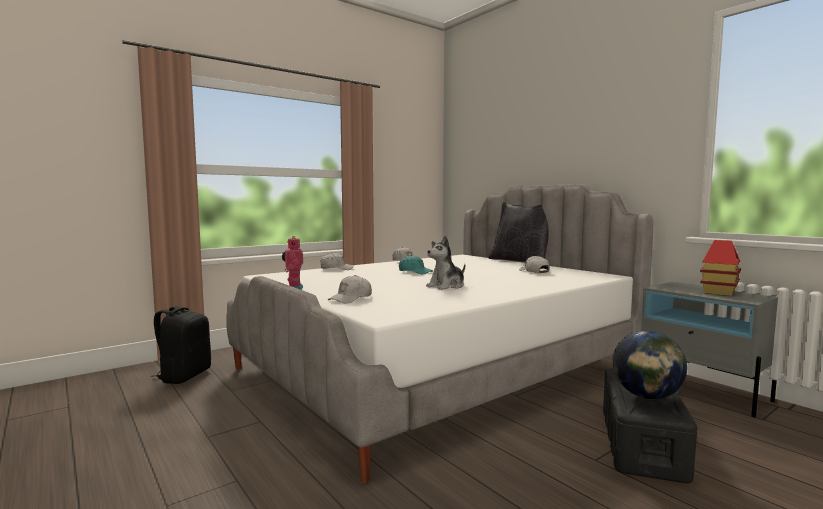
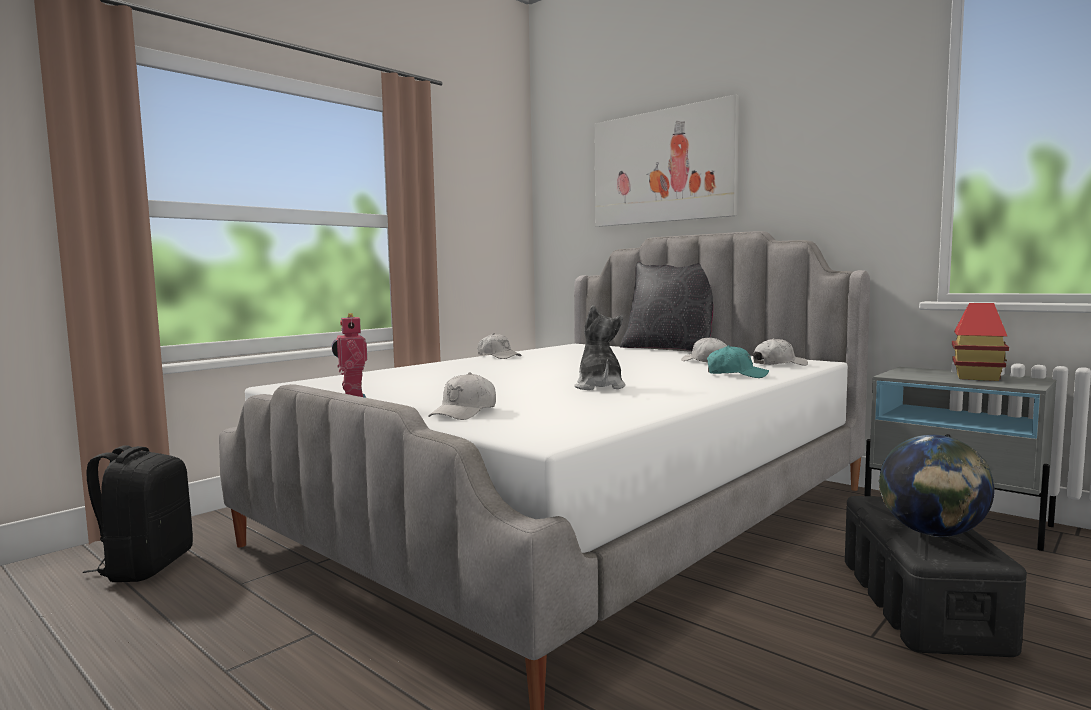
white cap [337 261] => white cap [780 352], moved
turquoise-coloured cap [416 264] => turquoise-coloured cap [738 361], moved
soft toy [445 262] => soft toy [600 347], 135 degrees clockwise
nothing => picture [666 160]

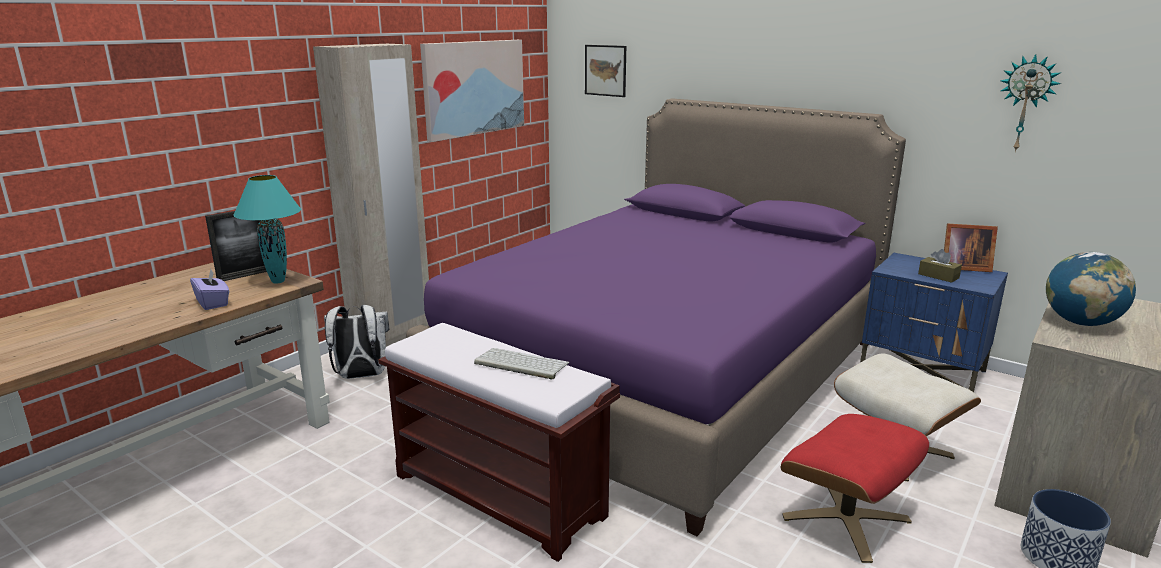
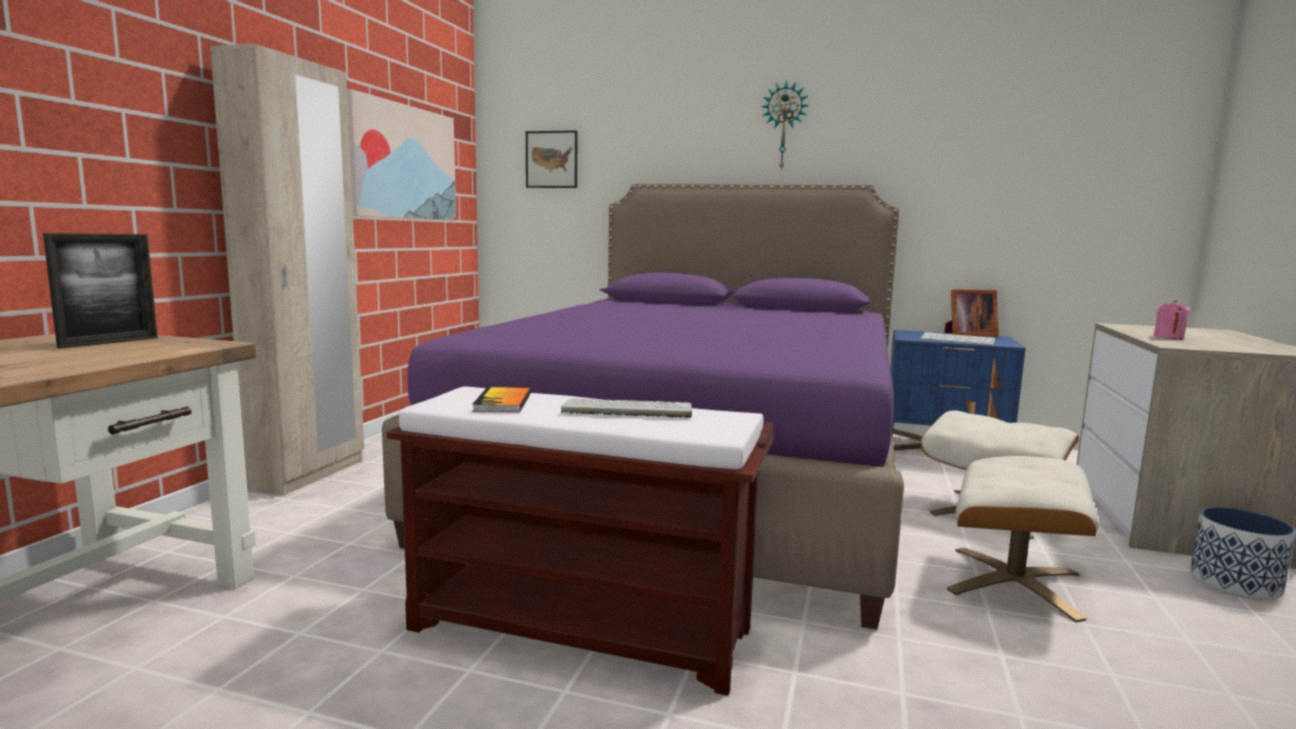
purplish tissue holder [209 289] => nothing
turquoise-coloured tabletop lamp [267 229] => nothing
white knapsack [356 342] => nothing
reddish ottoman [855 488] => sand-coloured ottoman [1023 539]
brown-coloured tissue holder [940 266] => PC keyboard [957 338]
clock on the wall [1030 103] => clock on the wall [785 125], moved
desk globe [1091 289] => pink candle [1171 319]
nothing => book [501 399]

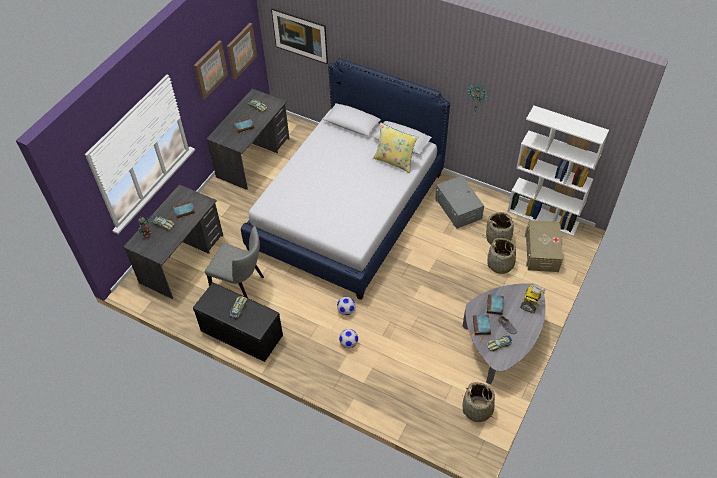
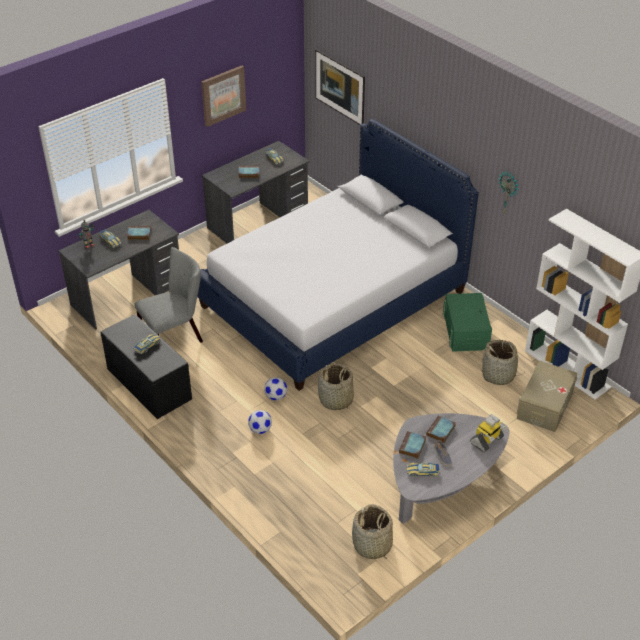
grey chair [234 262] => grey chair [168 294], 75 degrees counterclockwise
picture [242 51] => nothing
yellowish pillow [395 147] => nothing
grey storage box [459 202] => greenish storage box [467 322]
storage basket [503 256] => storage basket [336 386], moved

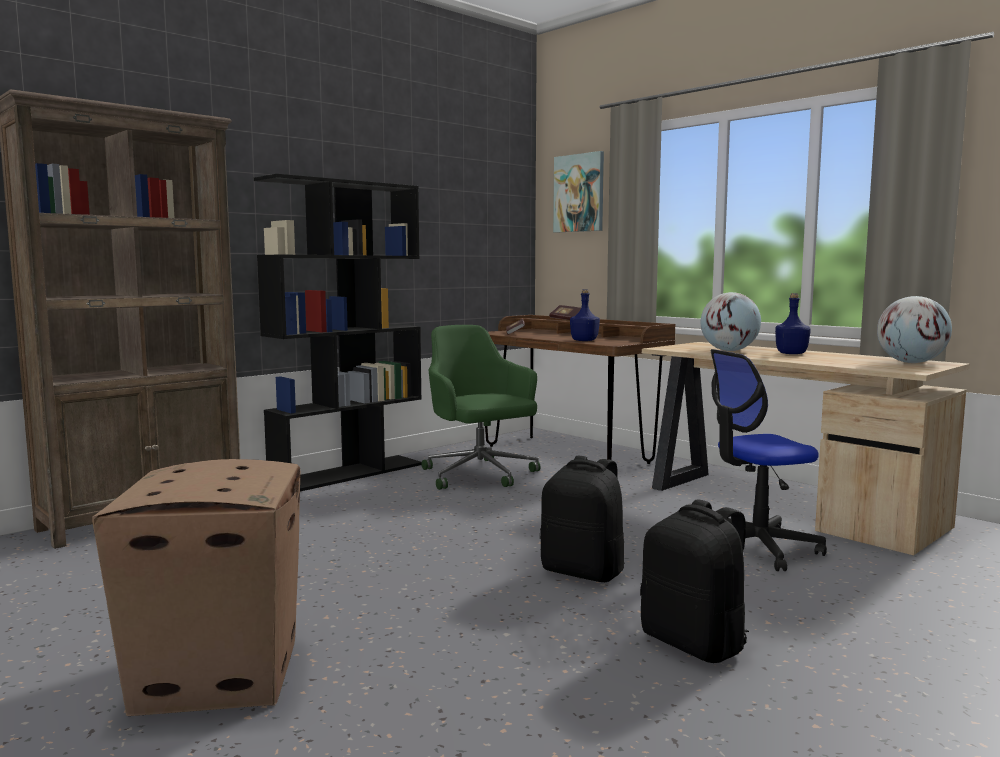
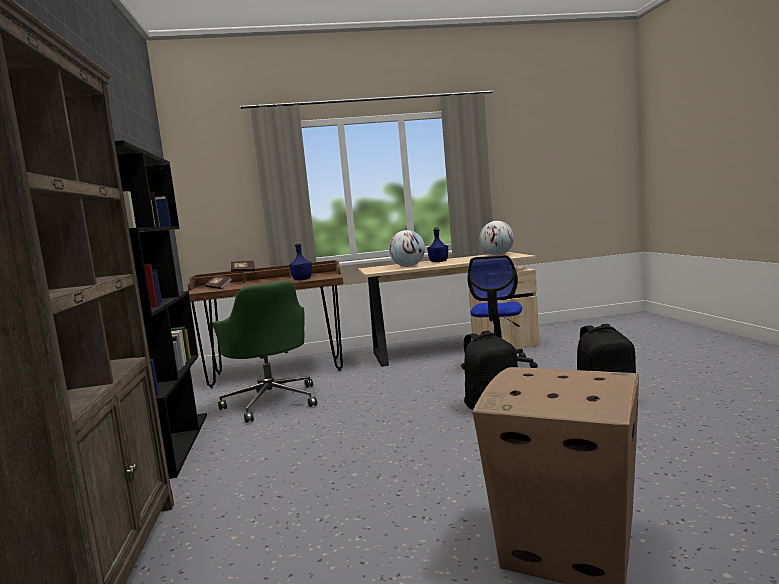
greenish computer chair [481 407] => greenish computer chair [264 352], 120 degrees counterclockwise
picture [578 191] => nothing

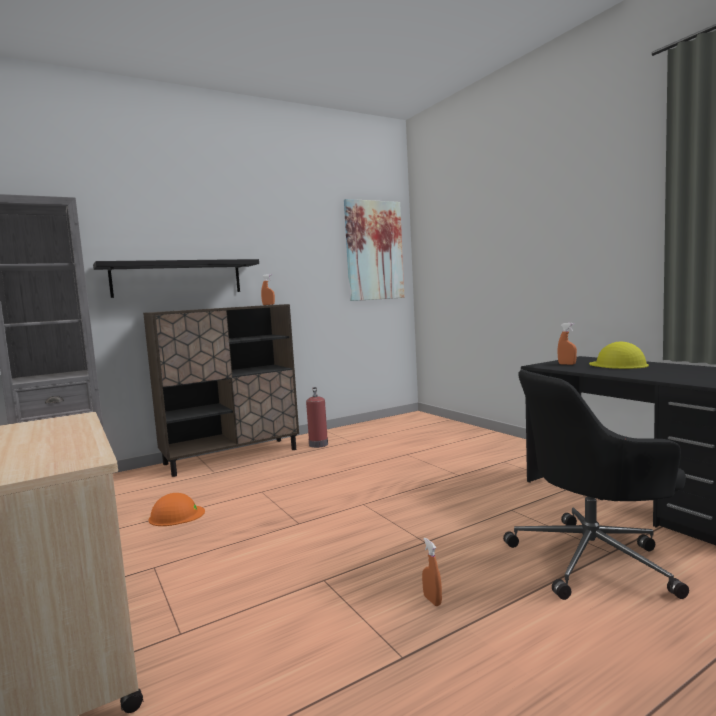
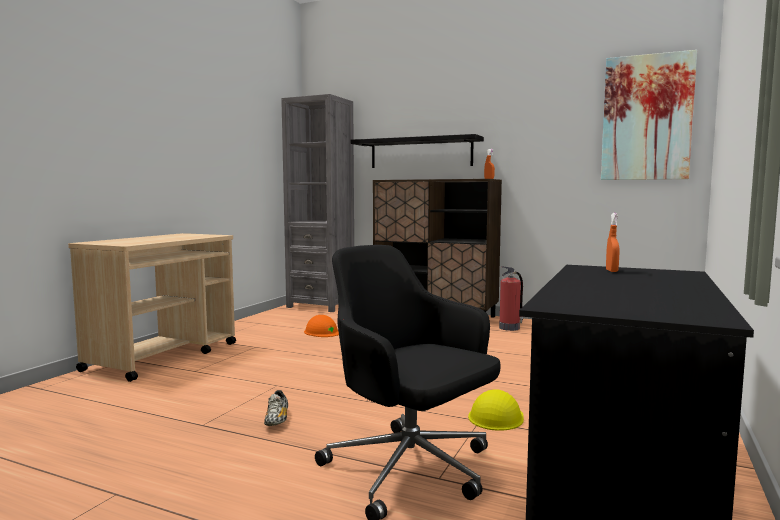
orange-coloured sprayer [432 572] => item of footwear [276 408]
yellowish work helmet [619 355] => yellowish work helmet [496 410], moved

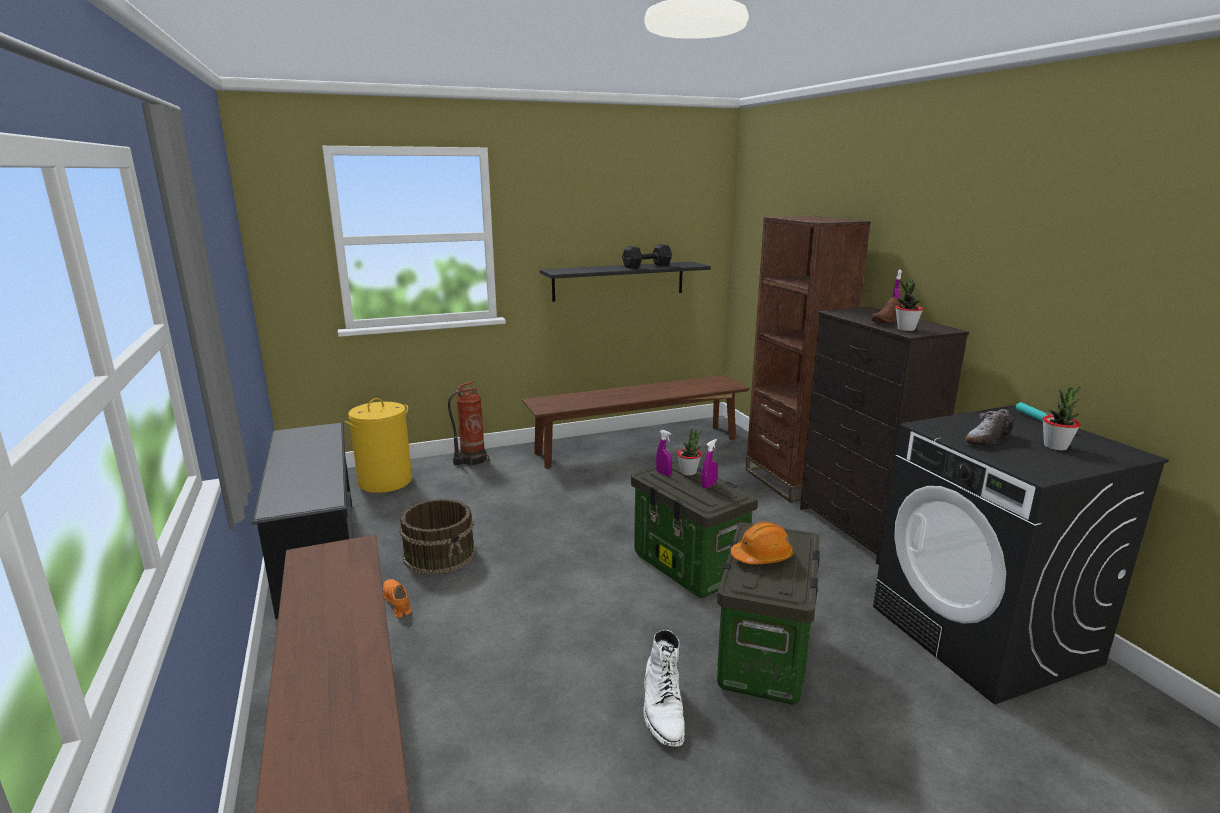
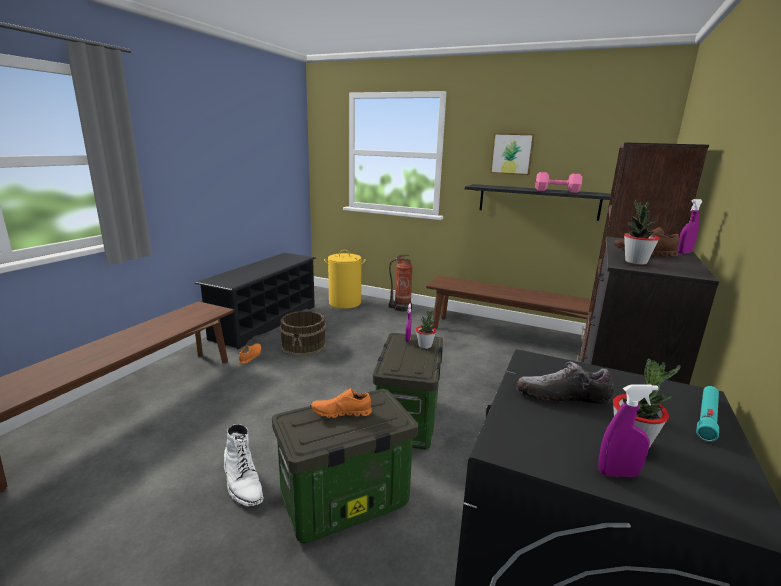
blackish free weight [647 256] => pink free weight [558 182]
white high-top boot [664 687] => white high-top boot [244 465], 75 degrees counterclockwise
purplish sprayer [710 463] => purplish sprayer [628 430], moved
orange-coloured work helmet [762 543] => orange-coloured item of footwear [341 403]
nothing => picture [512 154]

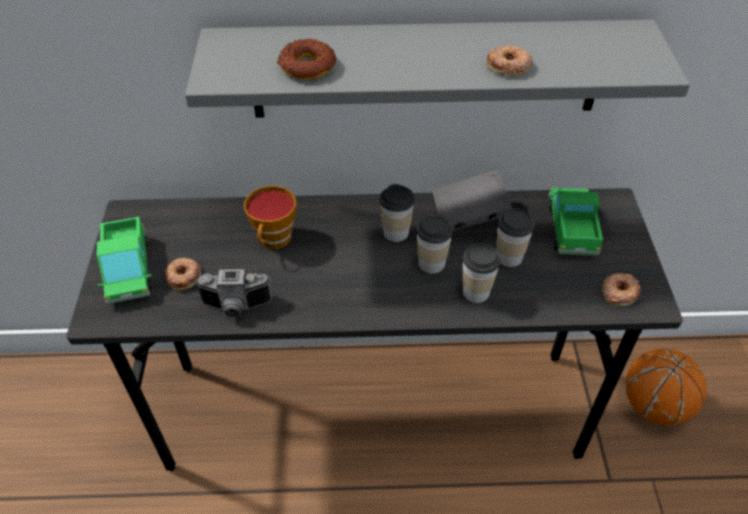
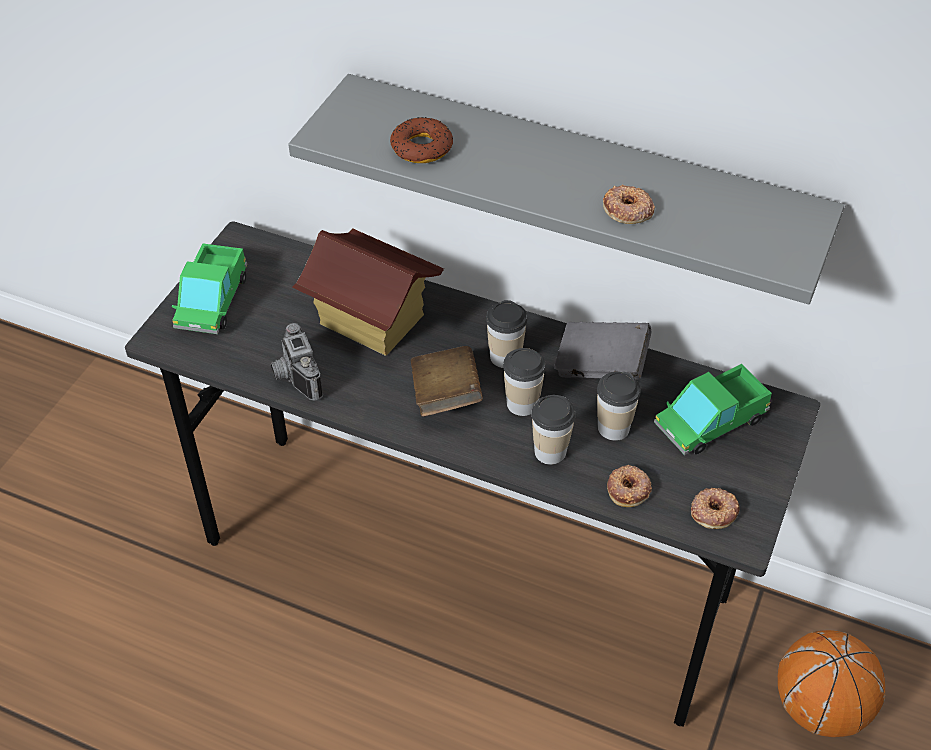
ring doughnut [183 274] => ring doughnut [629 486], moved
photo camera [234 293] => photo camera [297 361], 45 degrees clockwise
cup [270 217] => model house [368 292]
toy truck [575 222] => toy truck [713 409], 150 degrees counterclockwise
nothing => brown-coloured book [447 381]

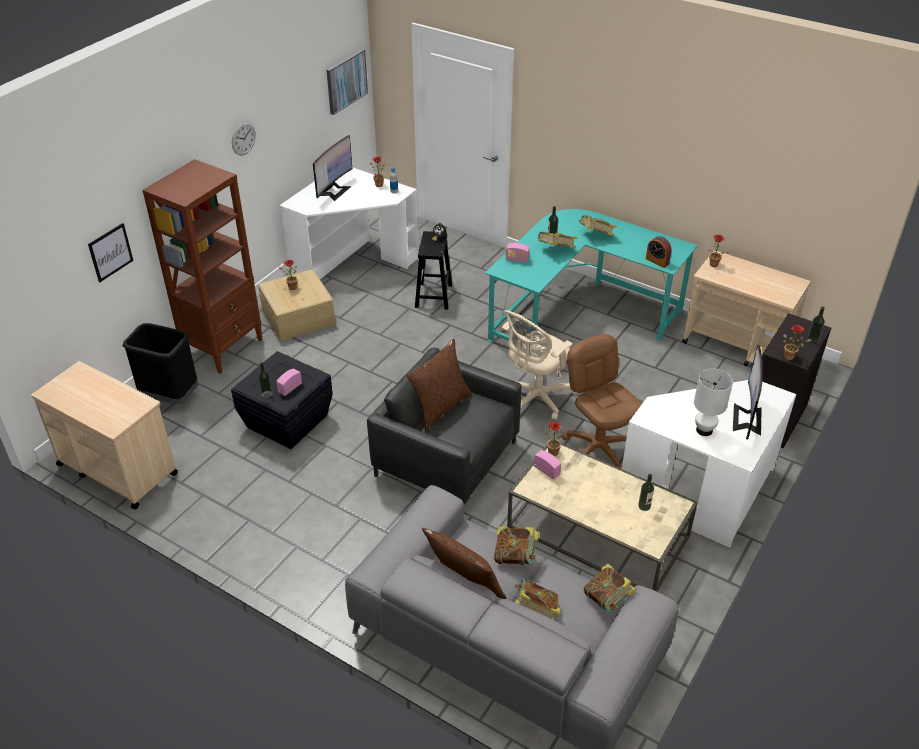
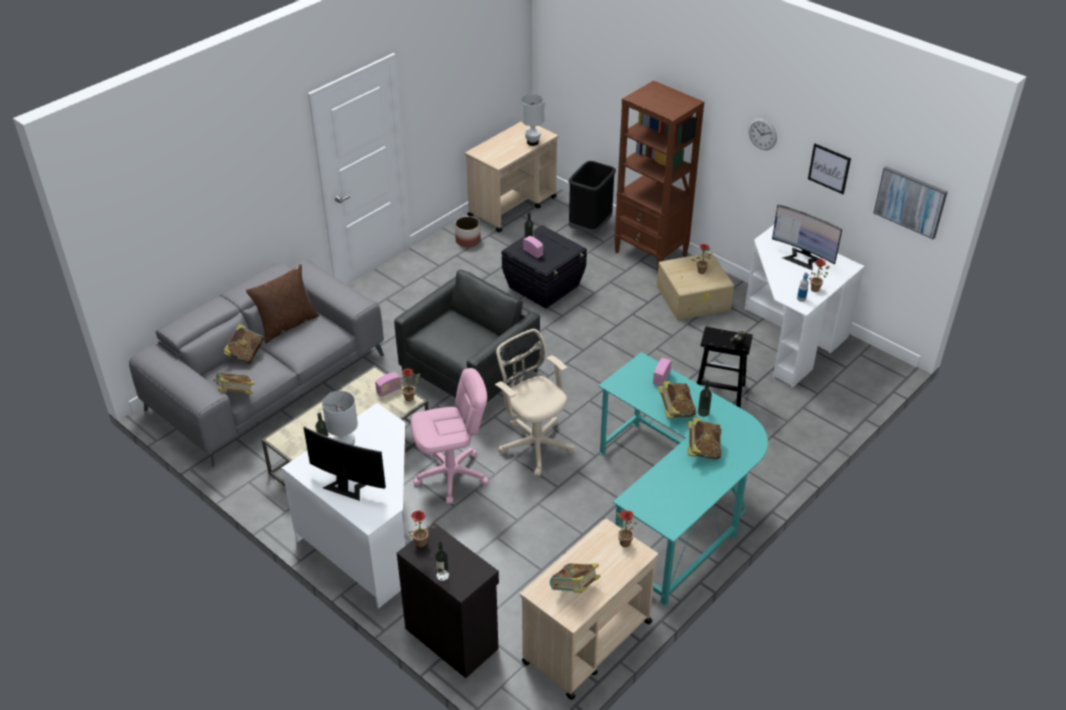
picture [110 252] => picture [829 169], moved
brown-coloured pillow [439 385] => nothing
book [516 545] => book [575 578], moved
brown-coloured computer chair [602 401] => pink computer chair [449 436]
alarm clock [659 252] => nothing
nothing => planter [468 231]
nothing => white tabletop lamp [532 120]

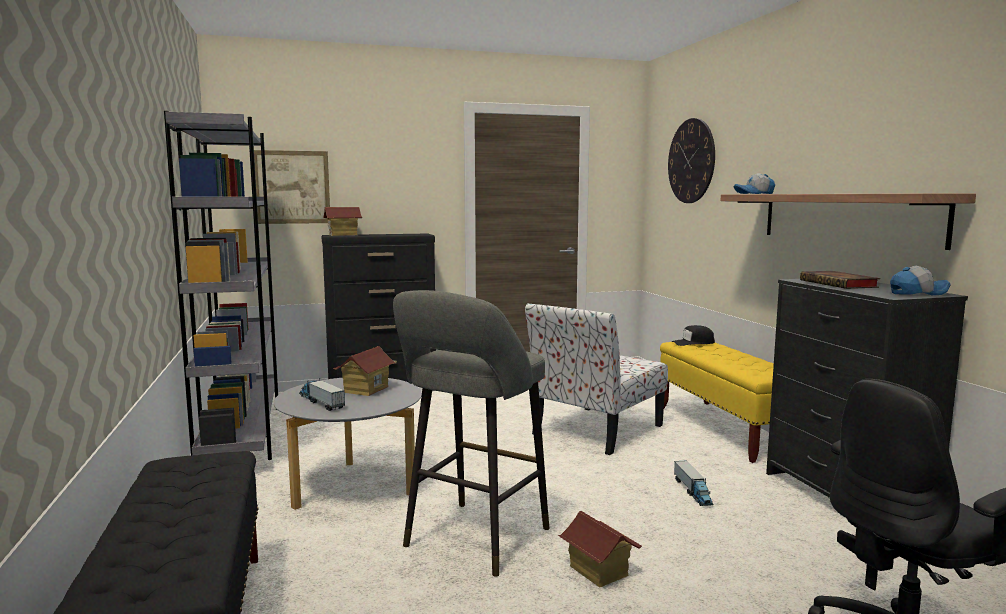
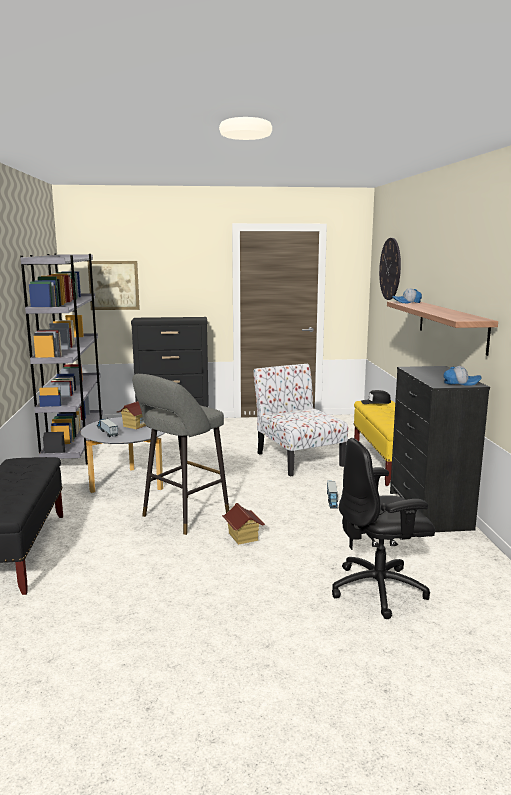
model house [342 221] => nothing
chair [596 379] => chair [301 420], 105 degrees clockwise
book [840 280] => nothing

